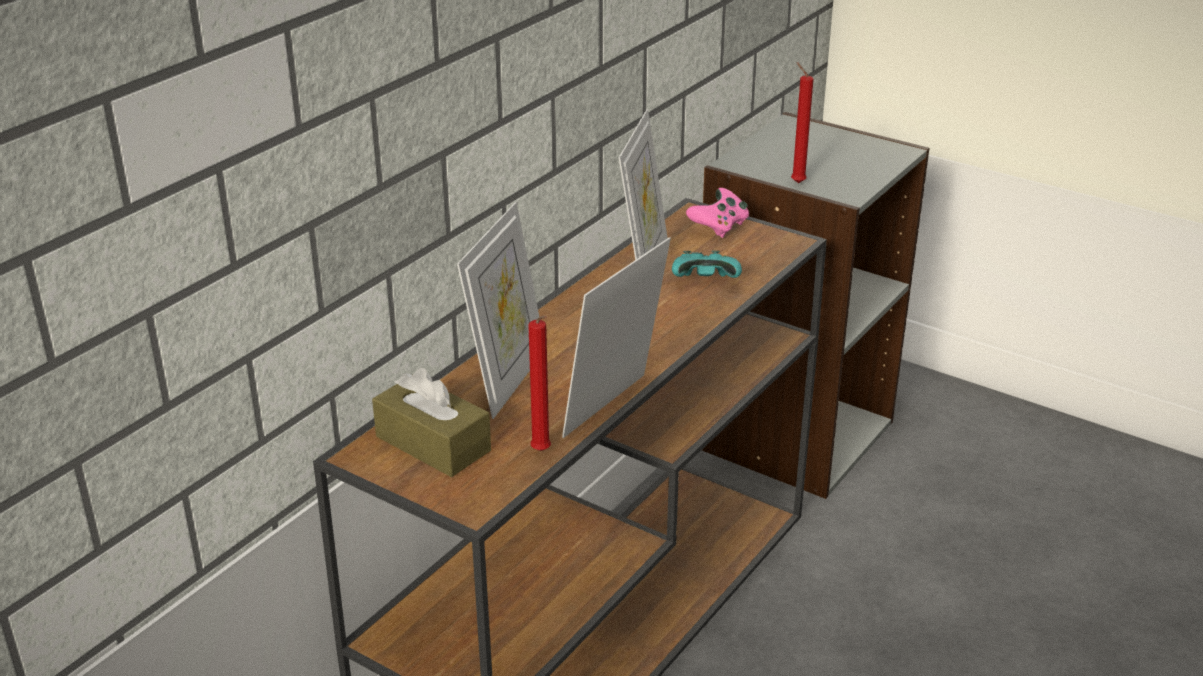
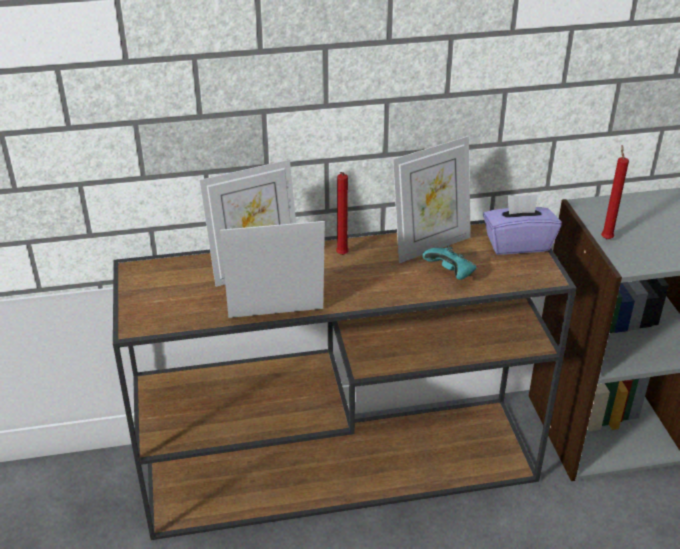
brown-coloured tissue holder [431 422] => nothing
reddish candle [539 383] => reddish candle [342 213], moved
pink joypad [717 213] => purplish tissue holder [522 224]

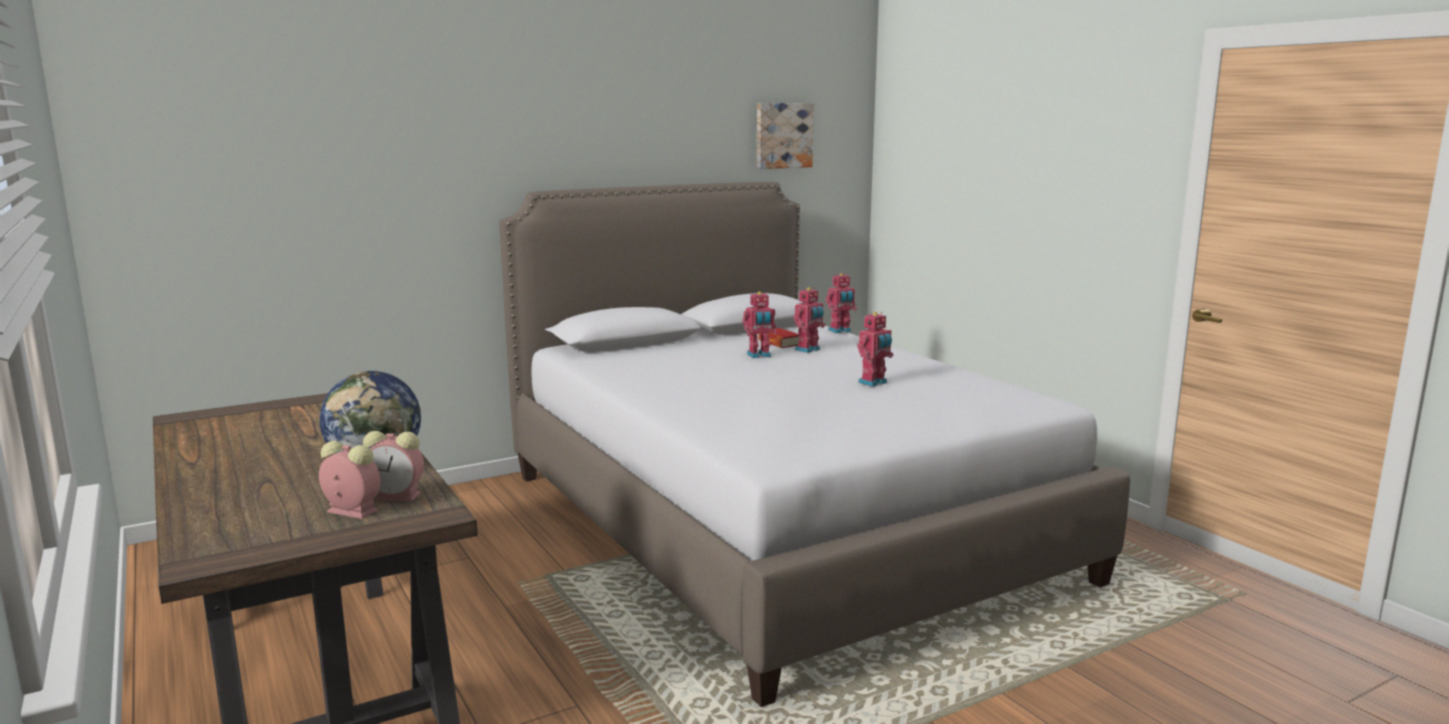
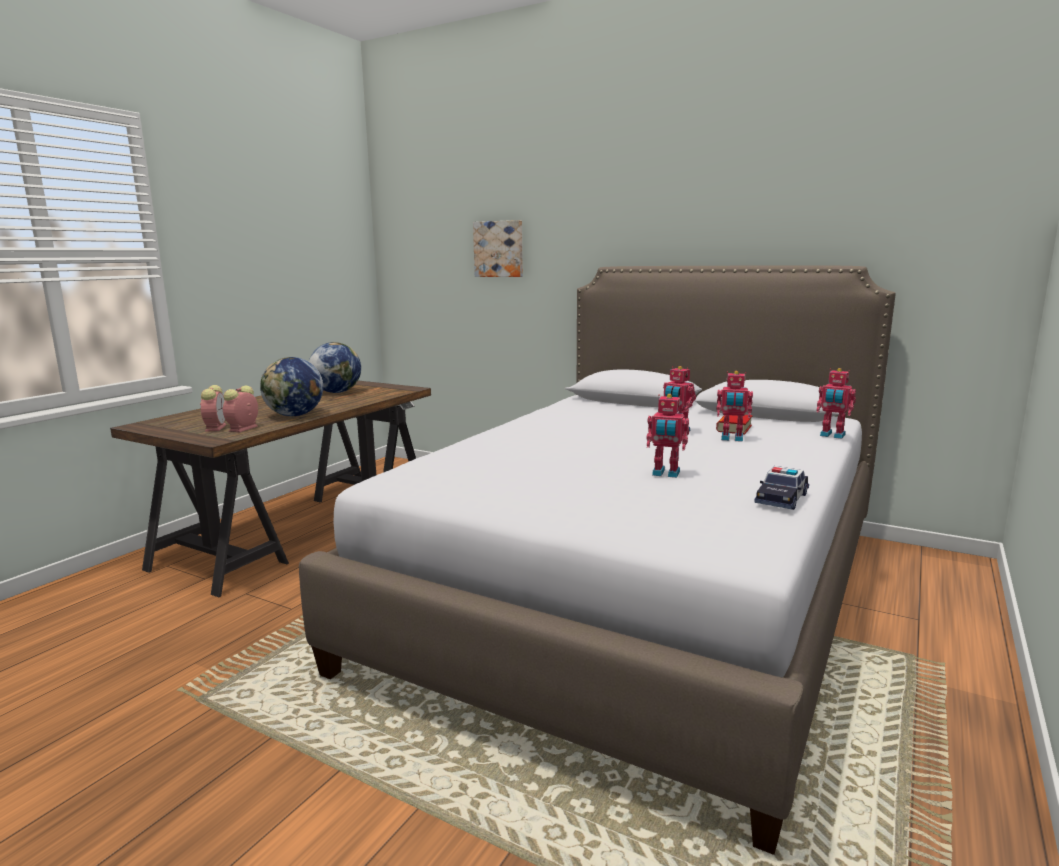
alarm clock [393 466] => alarm clock [240 408], 45 degrees clockwise
picture [785 136] => picture [498 248], moved
nothing => desk globe [335 367]
nothing => miniature car [781 488]

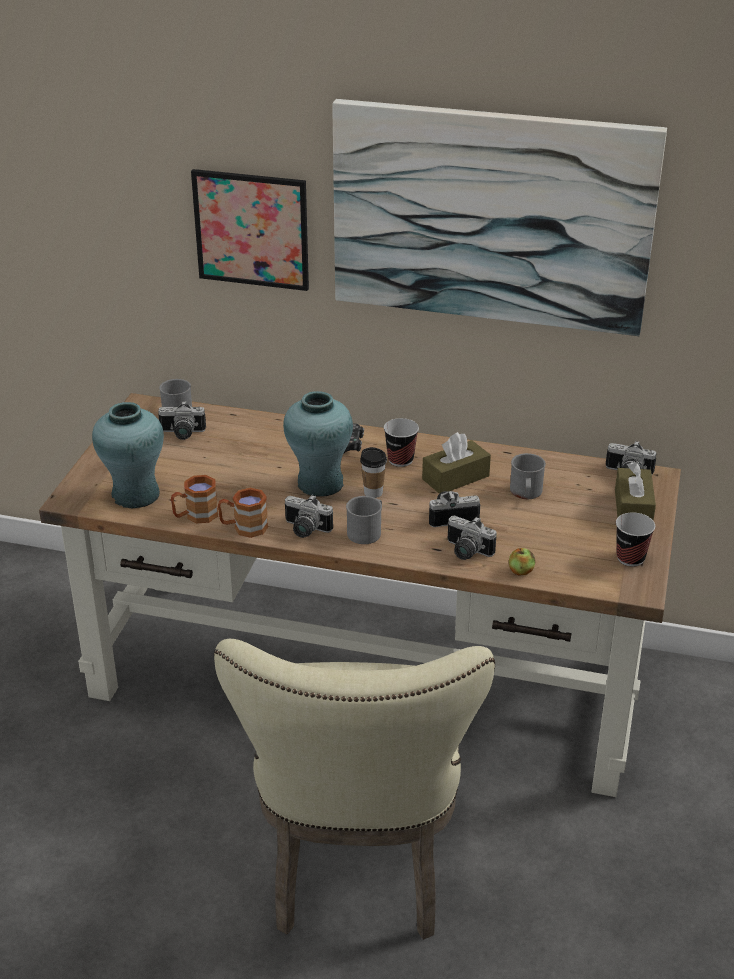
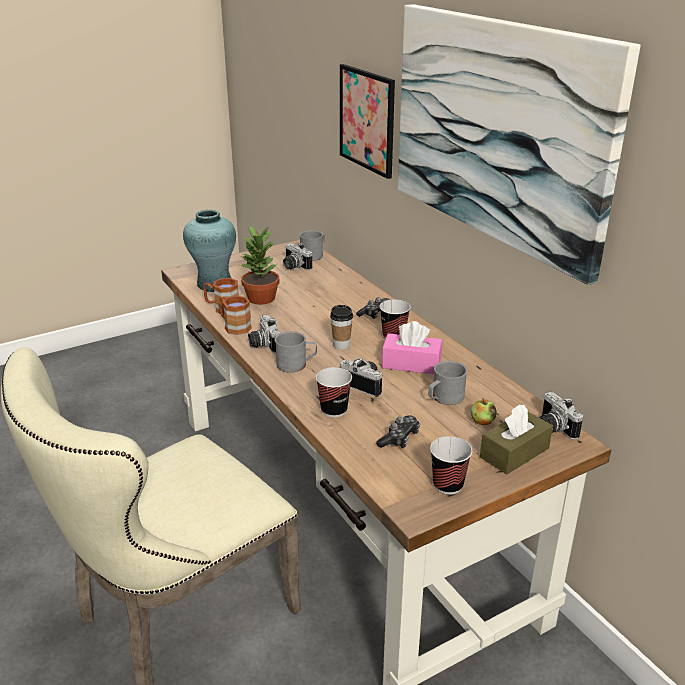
turquoise-coloured flower vase [318 444] => nothing
brown-coloured tissue holder [456 463] => pink tissue holder [412 347]
photo camera [472 538] => cup [334 392]
whole apple [522 561] => whole apple [484 411], moved
nothing => plant in a pot [259 265]
nothing => joypad [398 431]

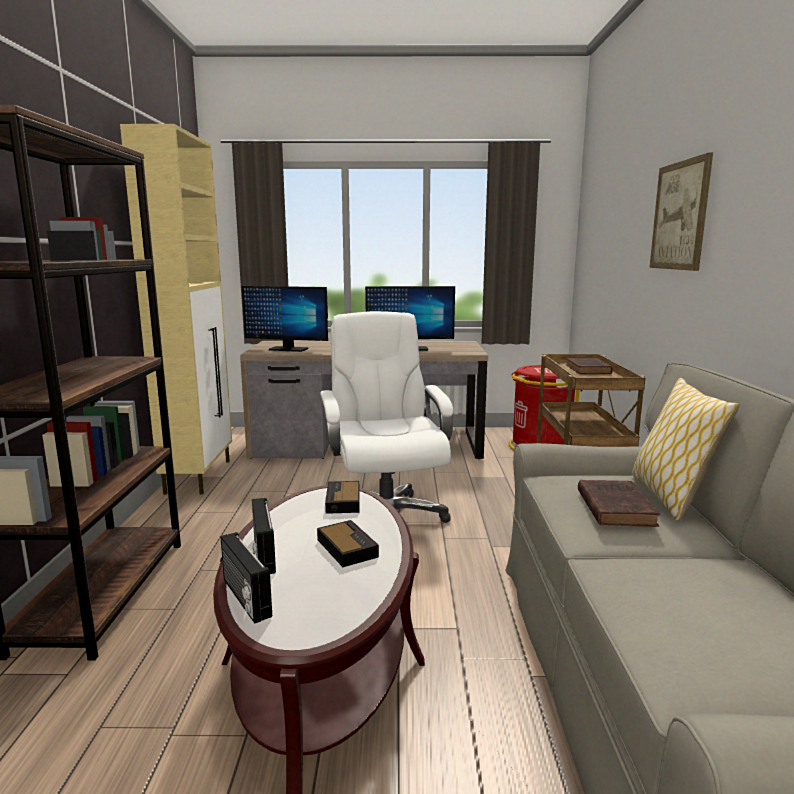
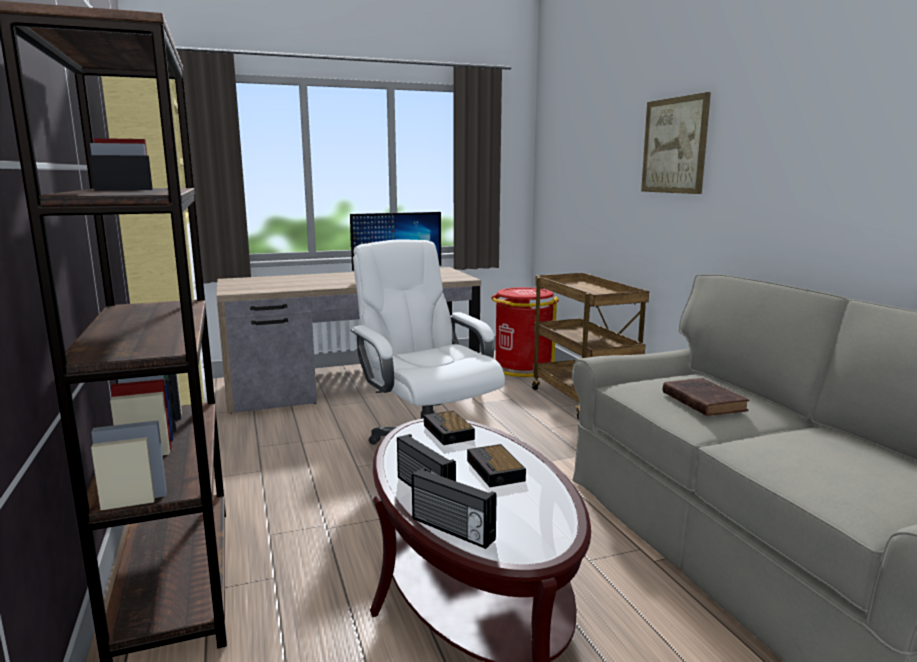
monitor [285 319] => nothing
alarm clock [348 543] => alarm clock [496 465], 150 degrees counterclockwise
brown-coloured book [589 366] => nothing
pillow [685 449] => nothing

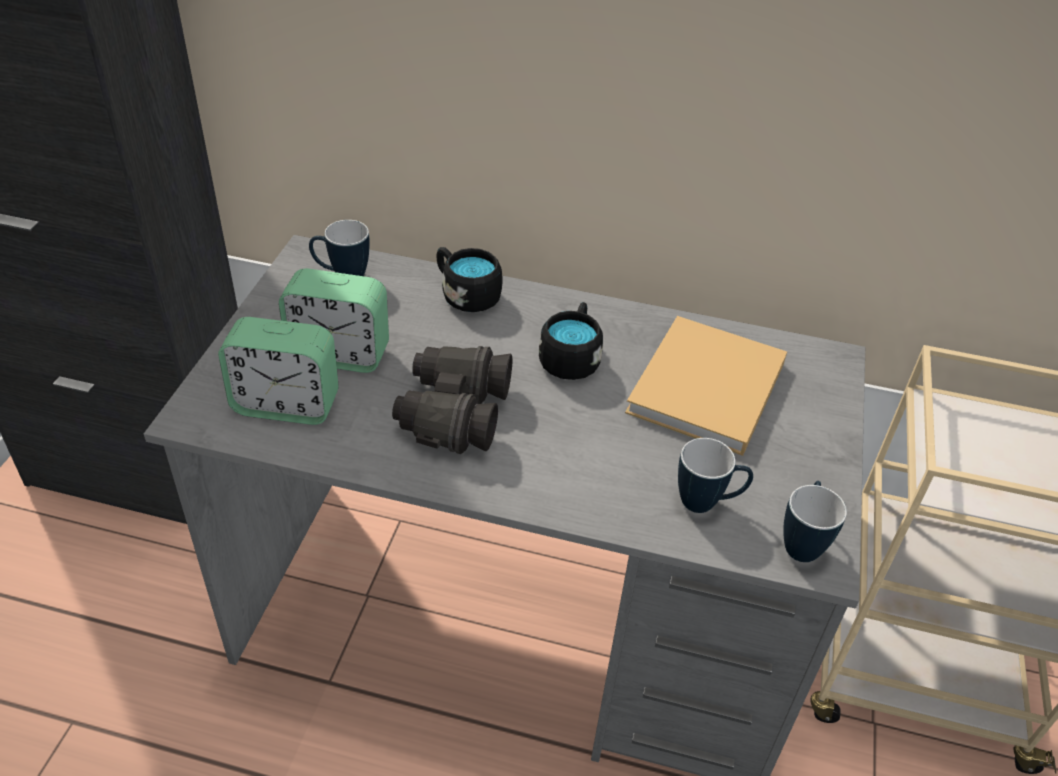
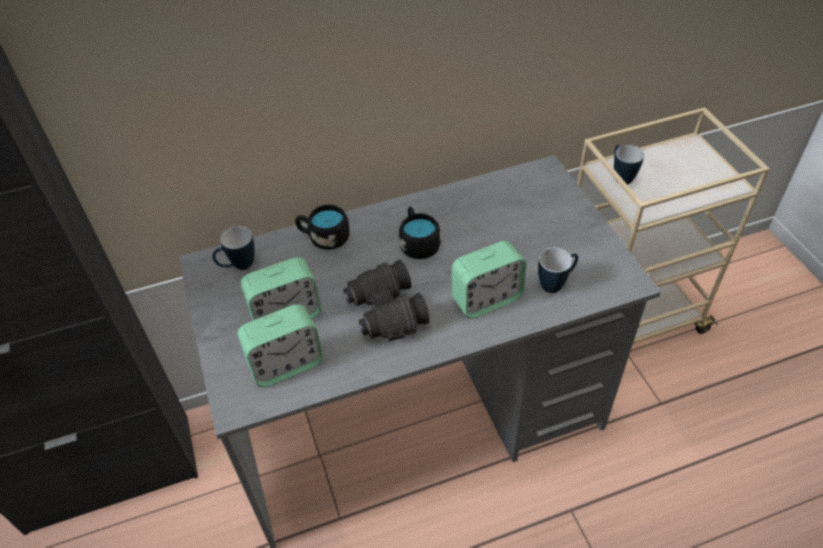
sand-coloured book [706 386] => nothing
mug [815 521] => mug [629 165], moved
nothing => alarm clock [489 279]

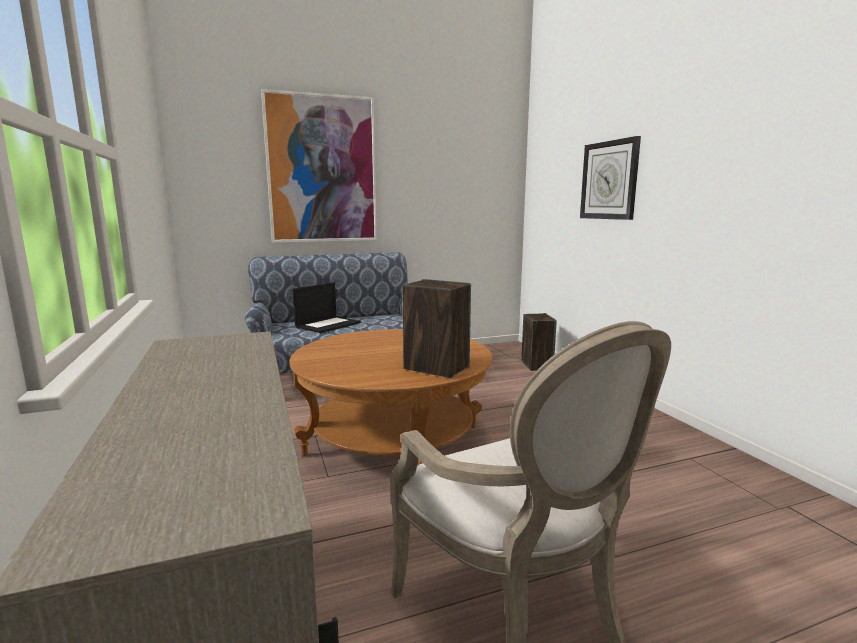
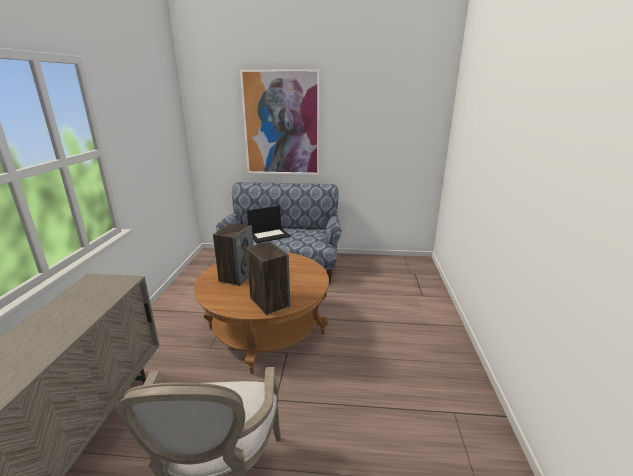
speaker [539 342] => speaker [233 254], moved
clock on the wall [610 178] => nothing

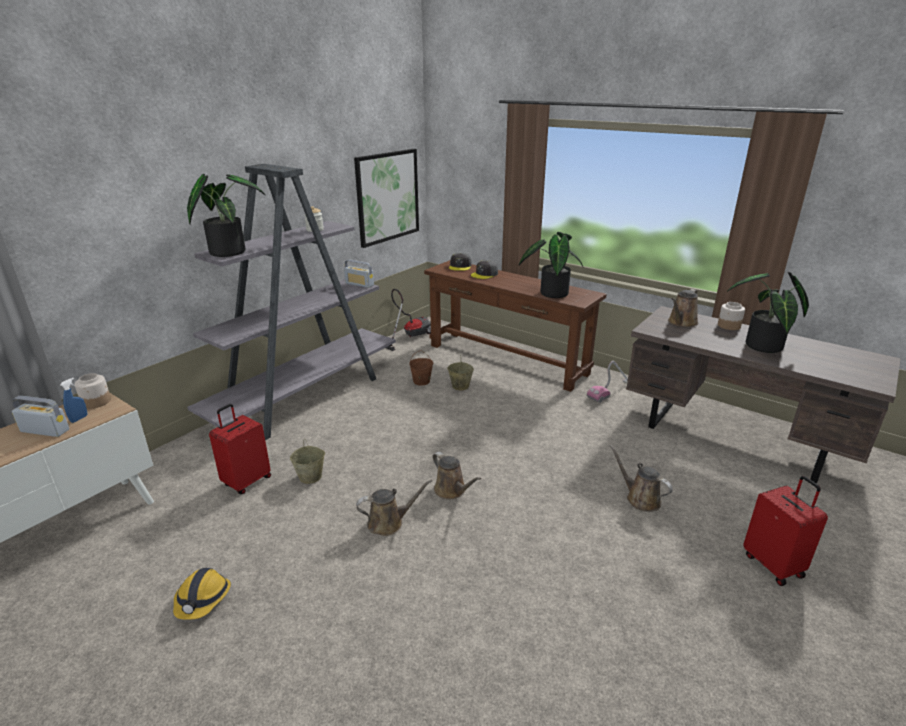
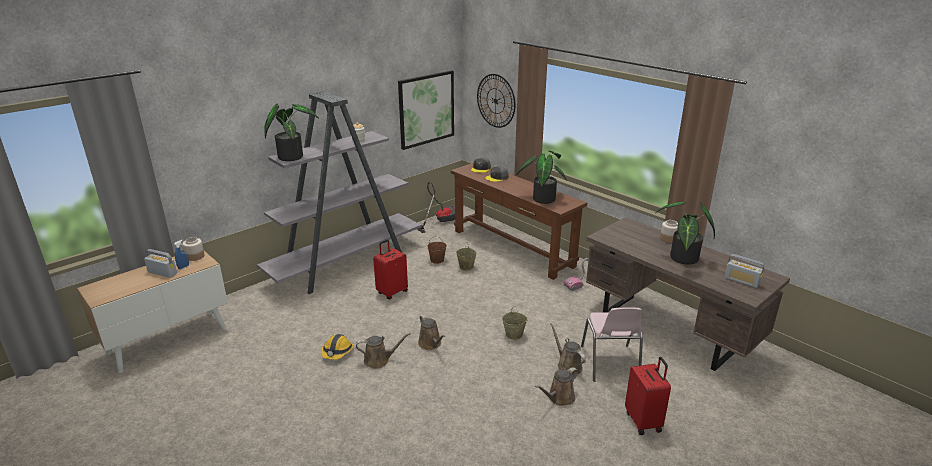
work helmet [202 594] => work helmet [338 347], moved
reddish piece of luggage [240 449] => reddish piece of luggage [390 269], moved
sand-coloured water bucket [307 461] => sand-coloured water bucket [515 323], moved
radio set [359 274] => radio set [744 271], moved
brown-coloured watering pot [683 308] => brown-coloured watering pot [556 386], moved
nothing => clock on the wall [496 101]
nothing => pink chair [612 344]

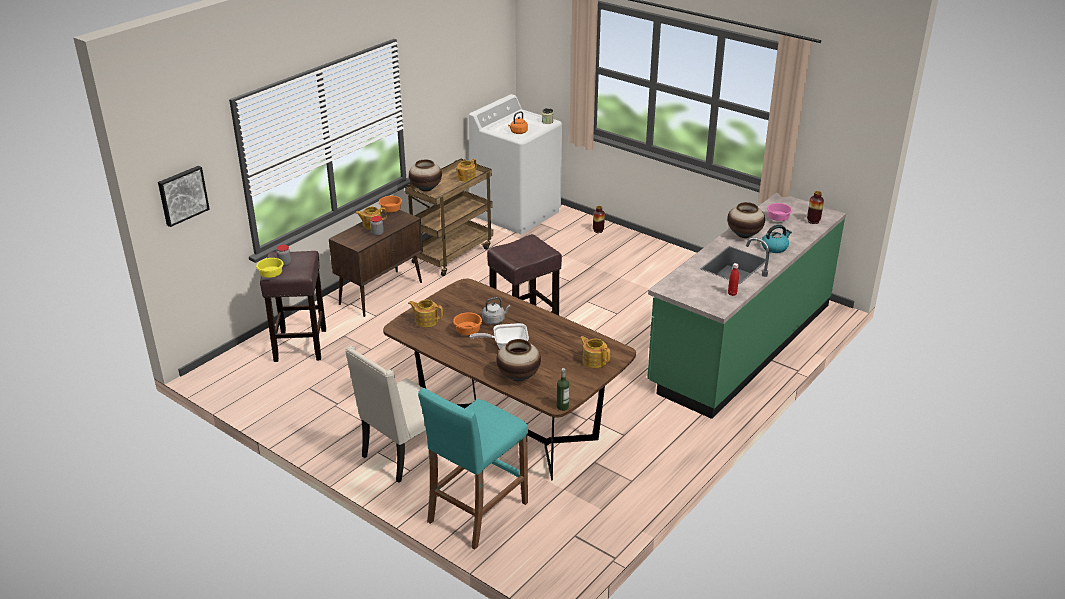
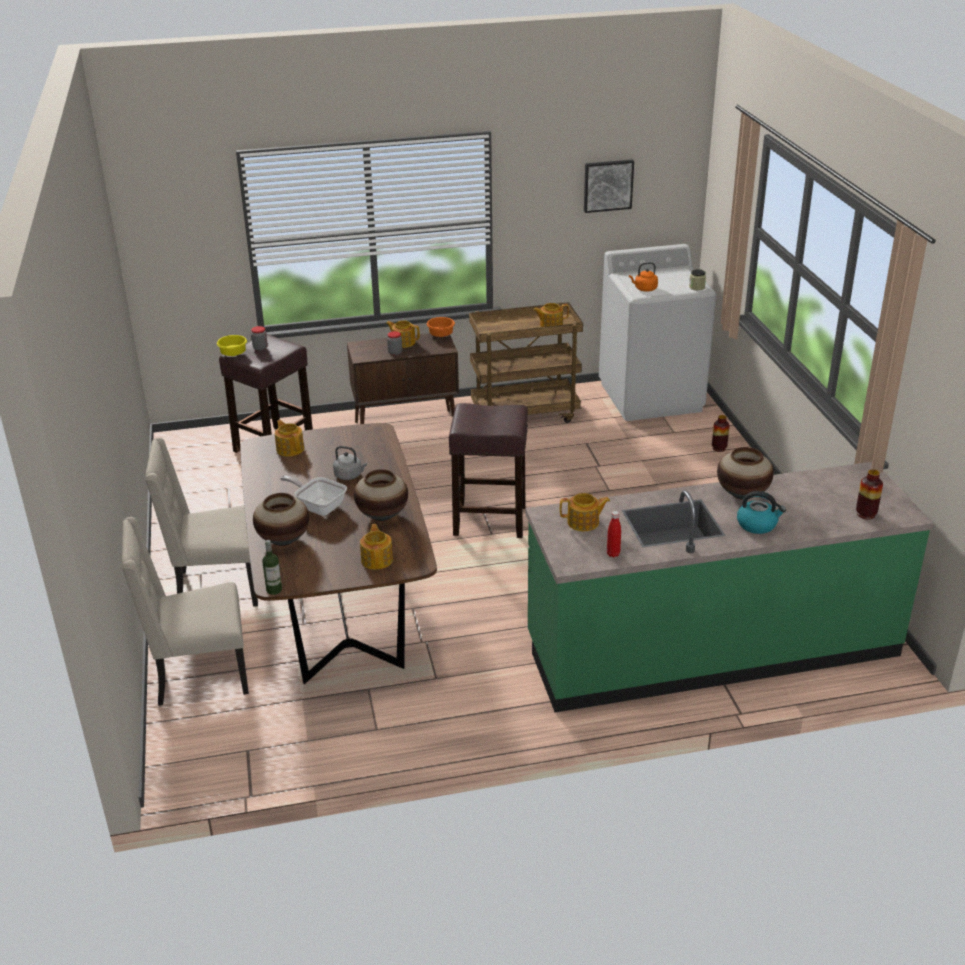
picture [184 196] => picture [609 186], moved
flower vase [425 175] => flower vase [381 495], moved
turquoise-coloured sitting stool [473 468] => sand-coloured chair [185 611]
orange-coloured bowl [467 323] => nothing
pink bowl [779 212] => nothing
nothing => pot for tea [585 512]

